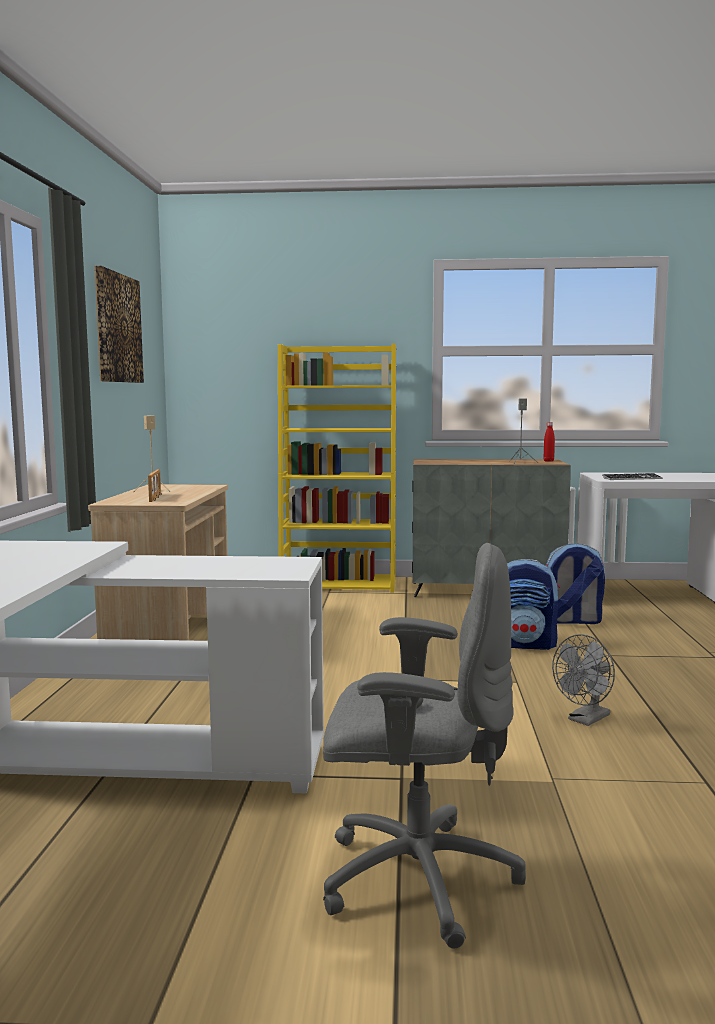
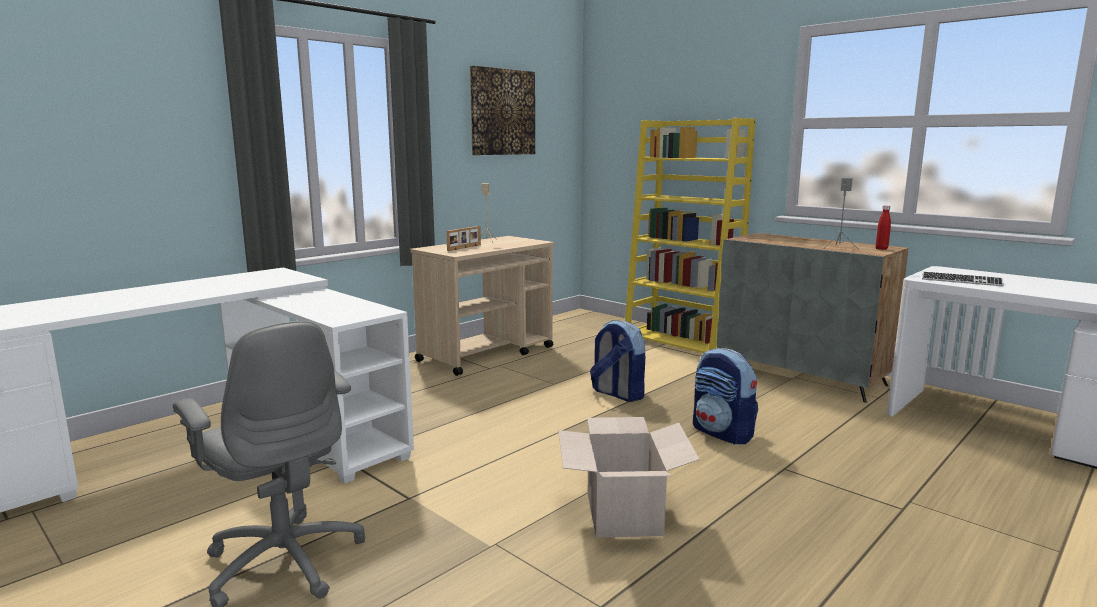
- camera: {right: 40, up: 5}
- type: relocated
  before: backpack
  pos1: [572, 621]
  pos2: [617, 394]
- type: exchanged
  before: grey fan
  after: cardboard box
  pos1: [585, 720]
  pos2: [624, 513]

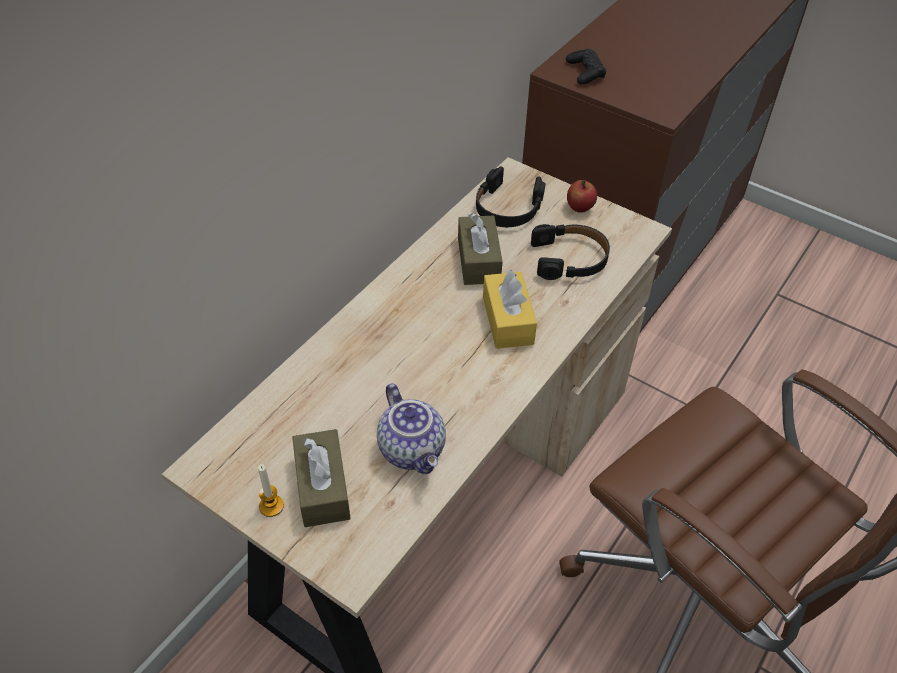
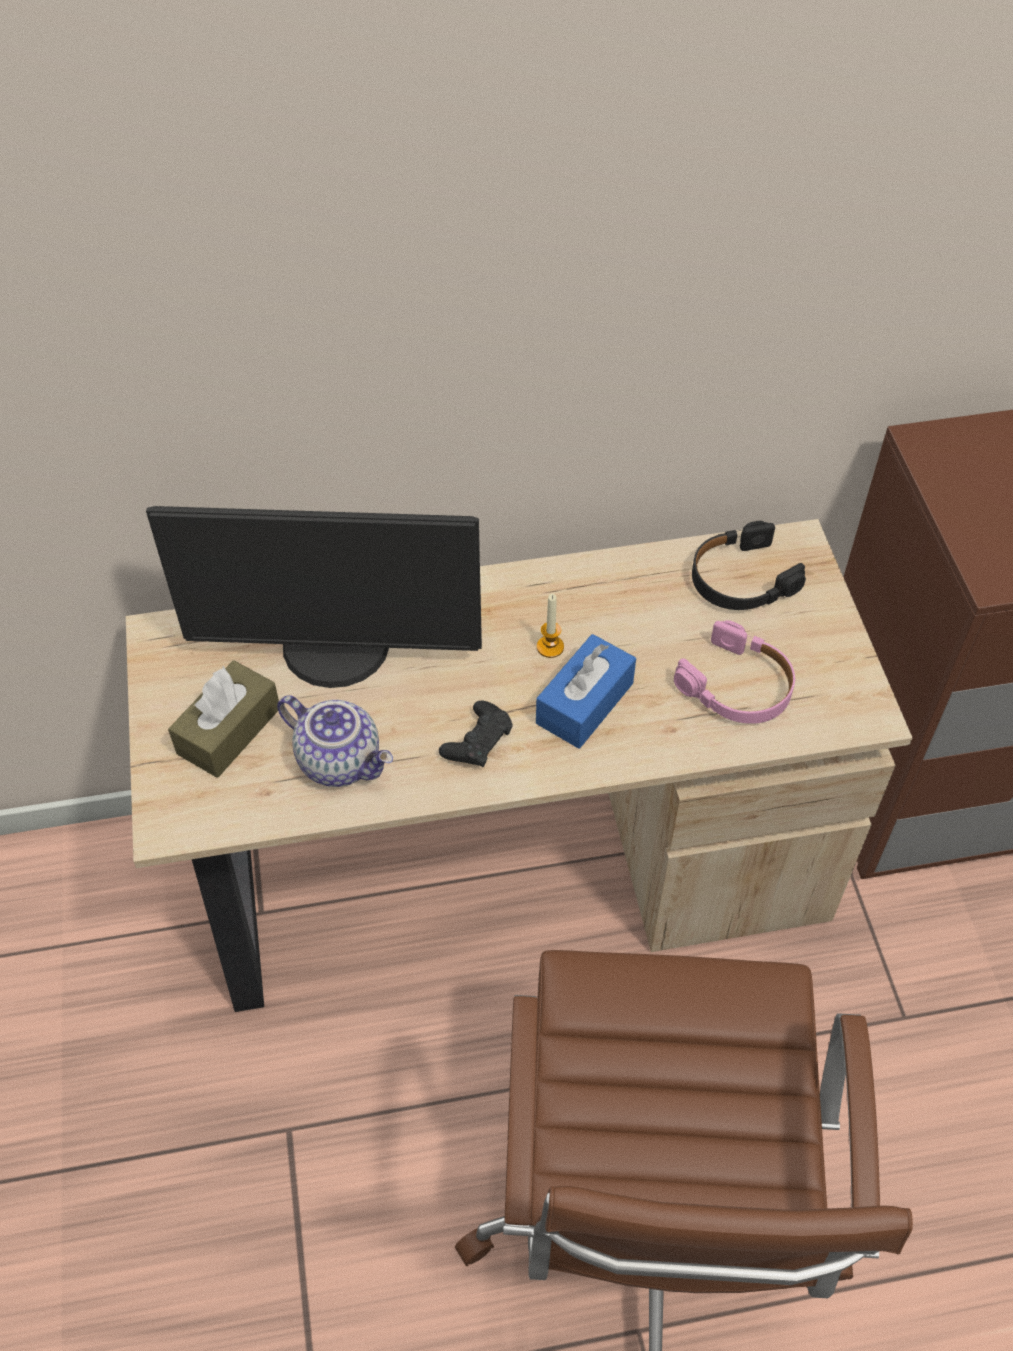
- camera: {right: 45, up: 5}
- type: relocated
  before: candle
  pos1: [271, 506]
  pos2: [550, 647]
- type: spun
  before: teapot
  pos1: [413, 449]
  pos2: [341, 760]
  turn: -75
- type: missing
  before: brown tissue box
  pos1: [478, 260]
- type: colour
  before: yellow tissue box
  after: blue tissue box
  pos1: [507, 320]
  pos2: [584, 703]
- type: colour
  before: black headphones
  after: pink headphones
  pos1: [570, 259]
  pos2: [737, 686]
- type: relocated
  before: black game controller
  pos1: [585, 72]
  pos2: [477, 741]
- type: missing
  before: apple
  pos1: [580, 208]
- type: appeared
  after: monitor
  pos2: [335, 650]

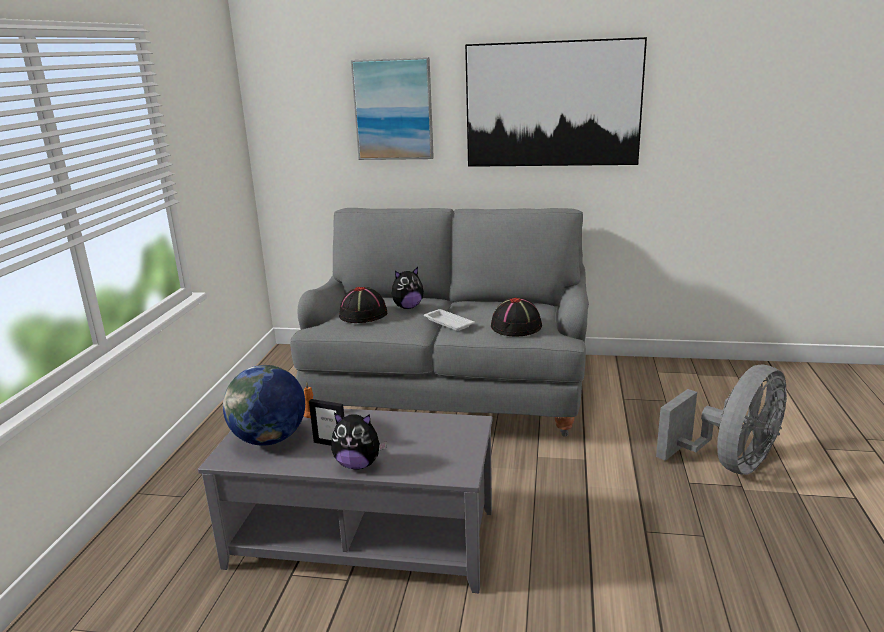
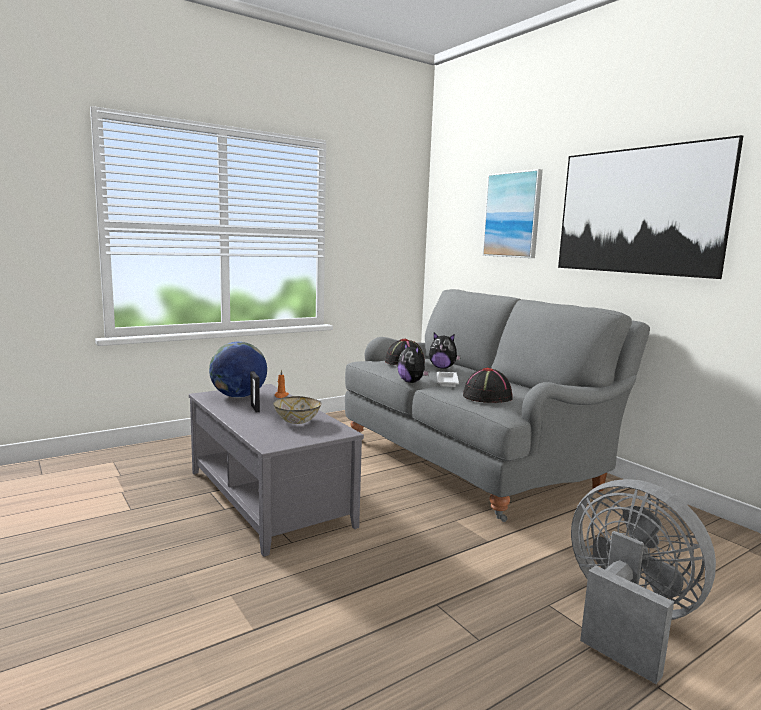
- camera: {right: 45, up: -10}
- type: relocated
  before: plush toy
  pos1: [358, 464]
  pos2: [412, 382]
- type: spun
  before: grey fan
  pos1: [729, 463]
  pos2: [626, 619]
  turn: -135
- type: appeared
  after: bowl
  pos2: [297, 422]

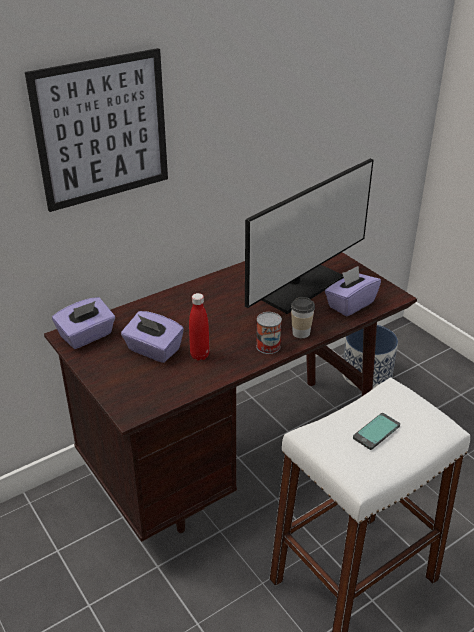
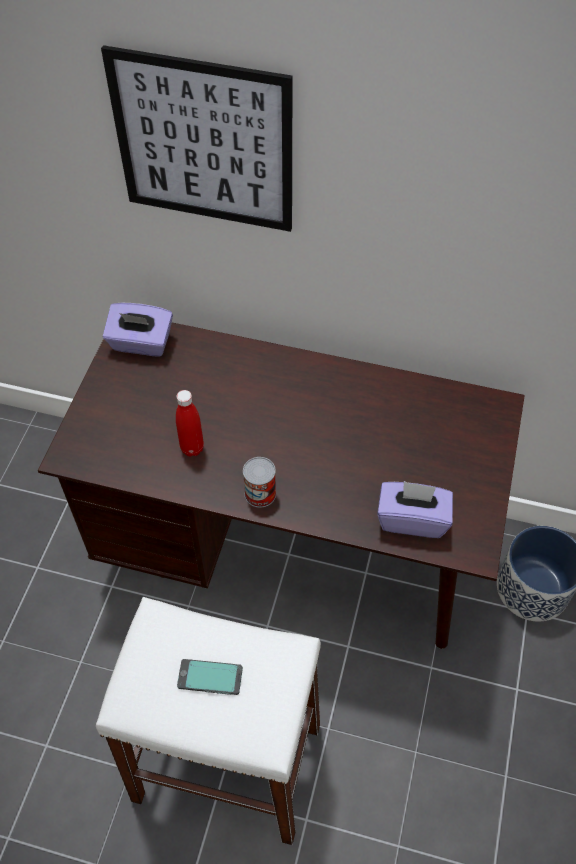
- camera: {right: 50, up: 20}
- type: missing
  before: purple tissue box
  pos1: [153, 350]
- type: missing
  before: monitor
  pos1: [300, 287]
- type: missing
  before: cup
  pos1: [301, 333]

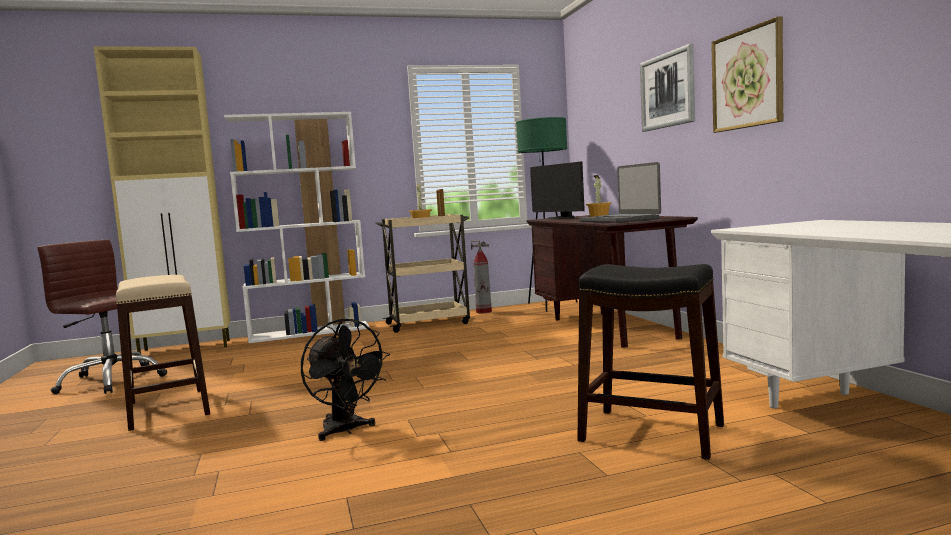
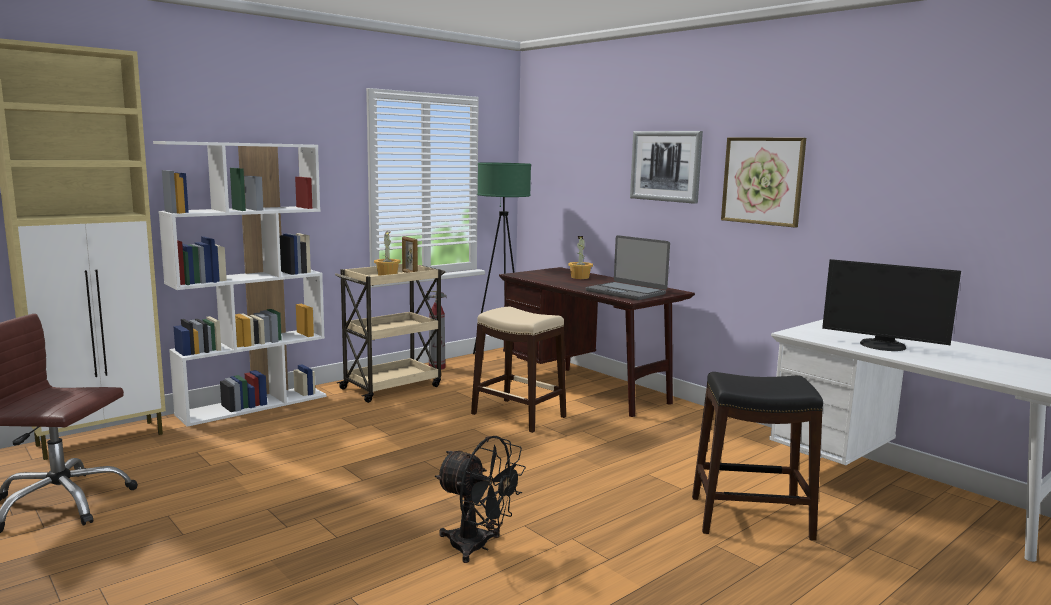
- camera: {right: -25, up: 5}
- type: relocated
  before: beige stool
  pos1: [167, 409]
  pos2: [518, 415]
- type: relocated
  before: monitor
  pos1: [559, 218]
  pos2: [882, 346]

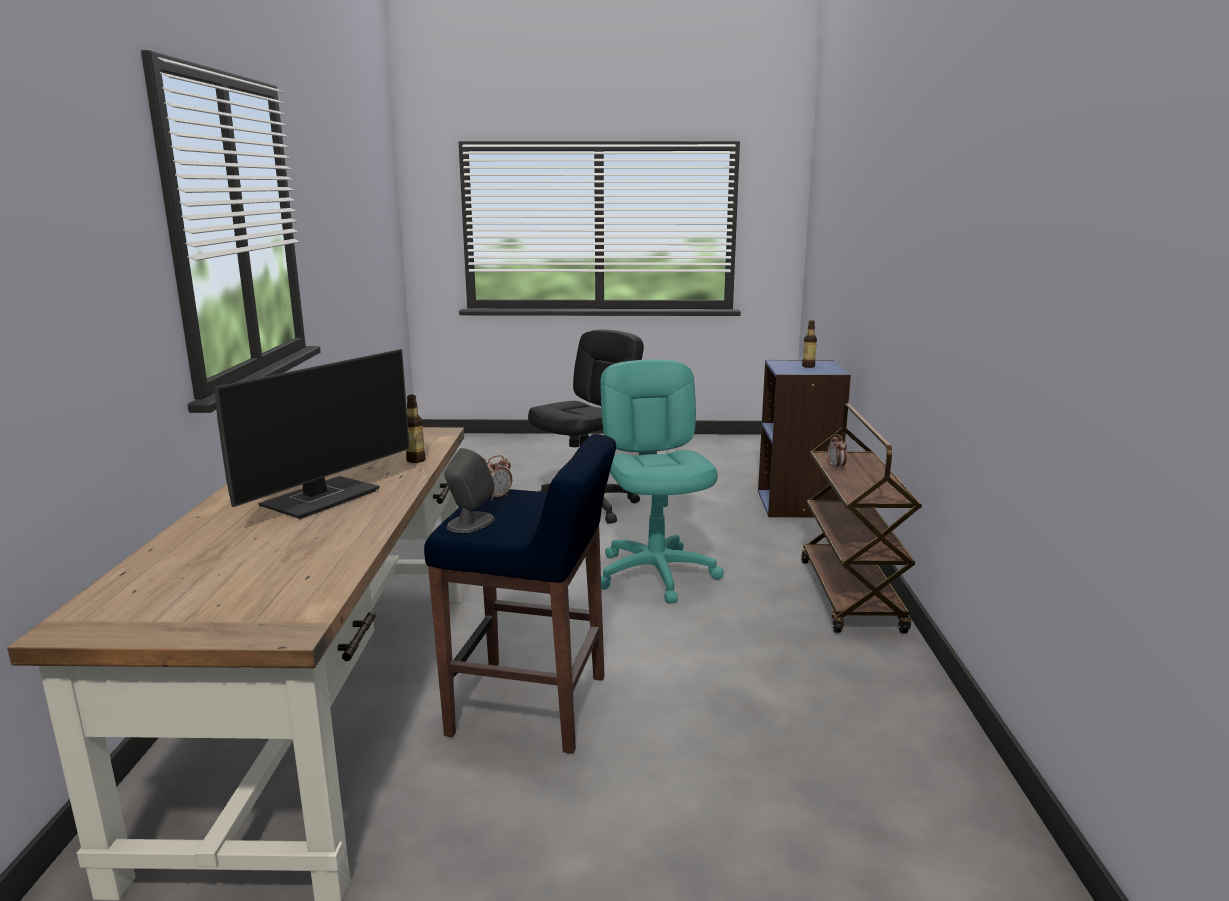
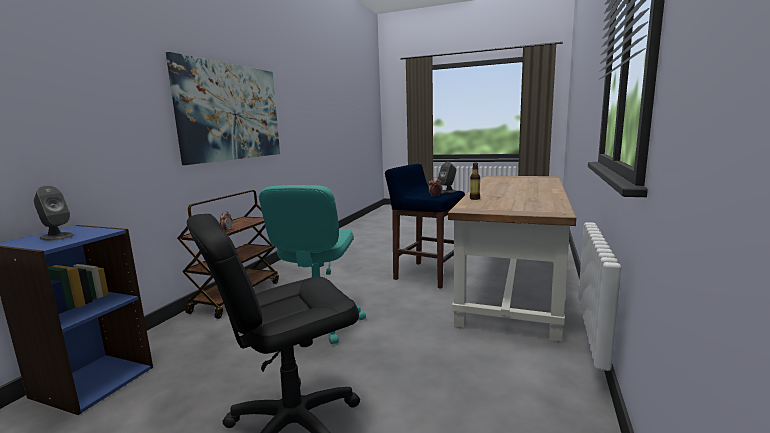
- camera: {right: -160, up: -5}
- type: missing
  before: monitor
  pos1: [322, 498]
- type: exchanged
  before: bottle
  after: grey speaker
  pos1: [808, 366]
  pos2: [56, 236]
- type: appeared
  after: picture
  pos2: [231, 112]

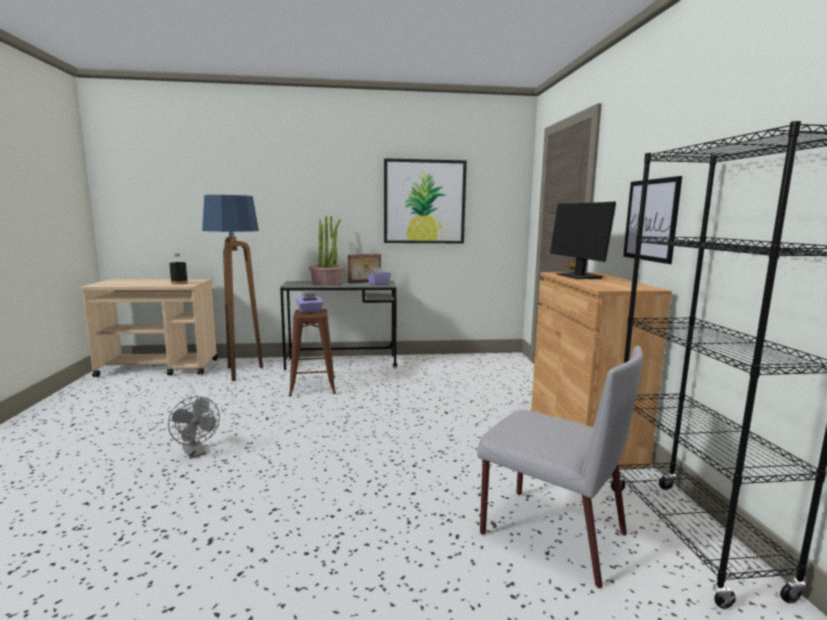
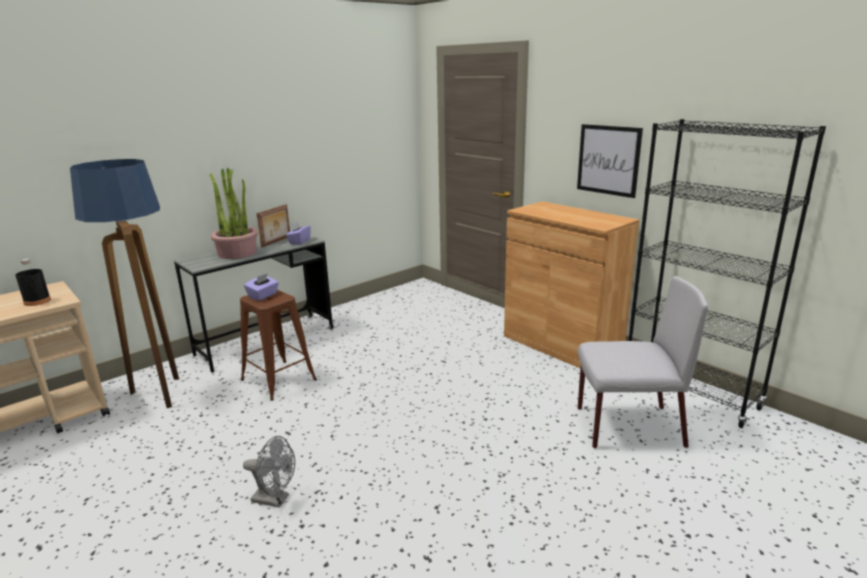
- camera: {right: -35, up: 10}
- type: missing
  before: picture
  pos1: [424, 202]
- type: missing
  before: monitor
  pos1: [579, 276]

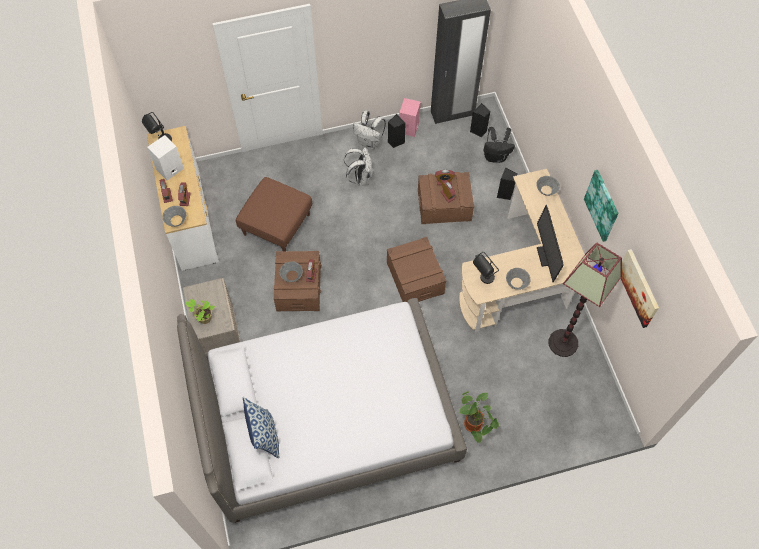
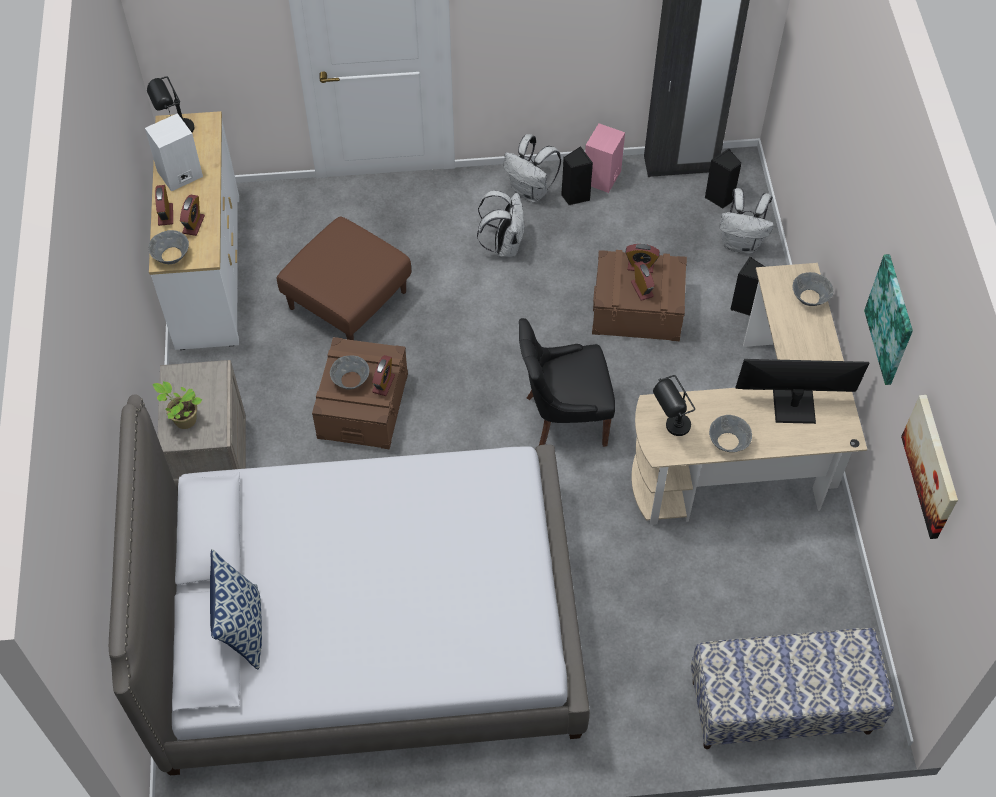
- camera: {right: 10, up: -5}
- type: exchanged
  before: brown storage box
  after: black chair
  pos1: [415, 278]
  pos2: [563, 419]
- type: missing
  before: potted plant
  pos1: [475, 425]
- type: colour
  before: black backpack
  after: white backpack
  pos1: [495, 157]
  pos2: [741, 243]
- type: spun
  before: monitor
  pos1: [549, 255]
  pos2: [794, 405]
  turn: 90
- type: missing
  before: floor lamp
  pos1: [563, 343]
- type: appeared
  after: bench
  pos2: [780, 707]

